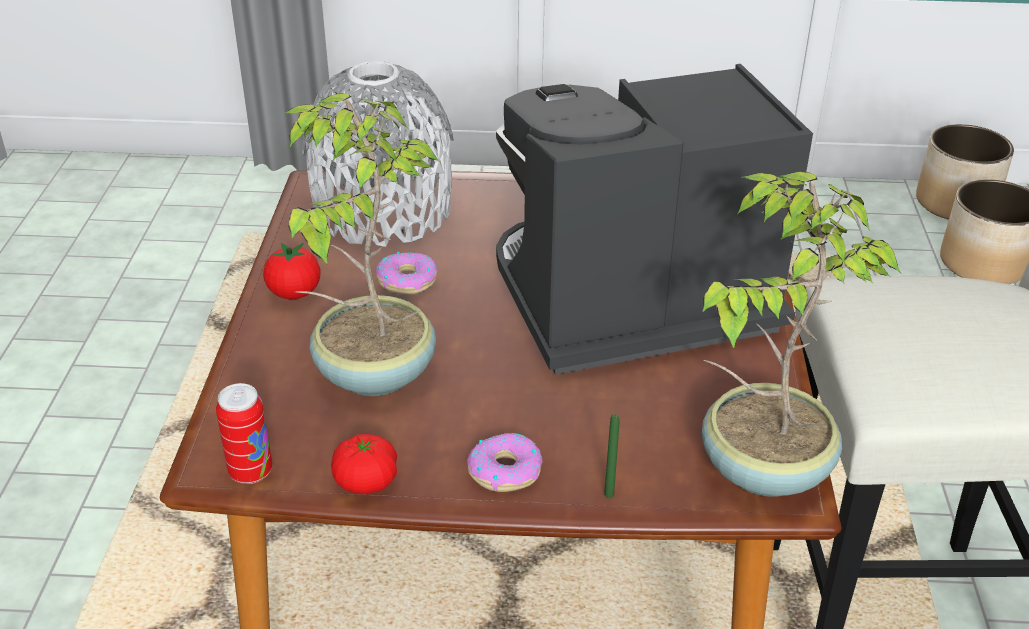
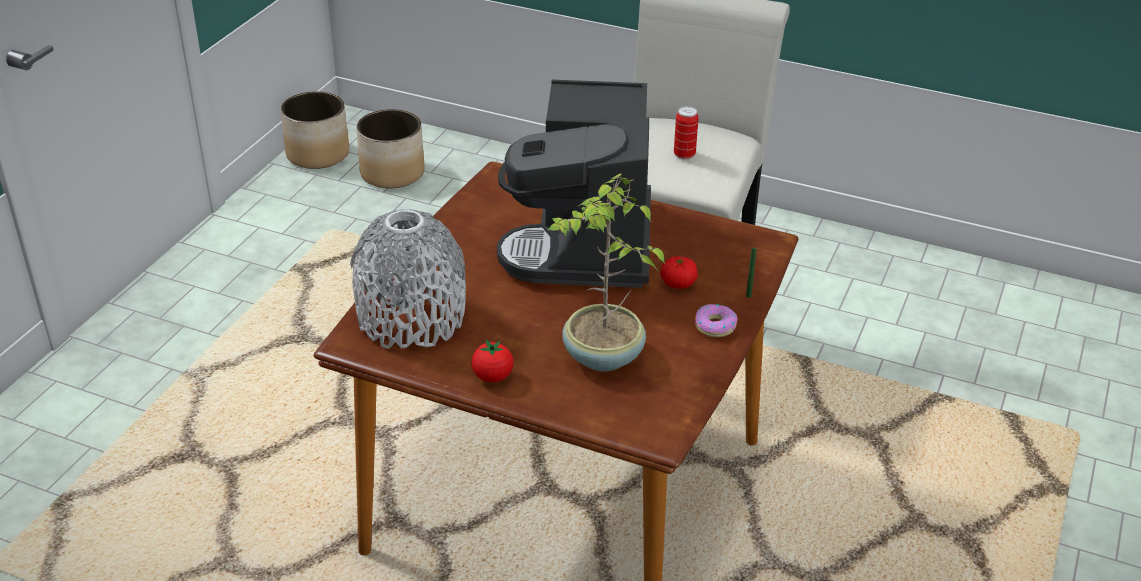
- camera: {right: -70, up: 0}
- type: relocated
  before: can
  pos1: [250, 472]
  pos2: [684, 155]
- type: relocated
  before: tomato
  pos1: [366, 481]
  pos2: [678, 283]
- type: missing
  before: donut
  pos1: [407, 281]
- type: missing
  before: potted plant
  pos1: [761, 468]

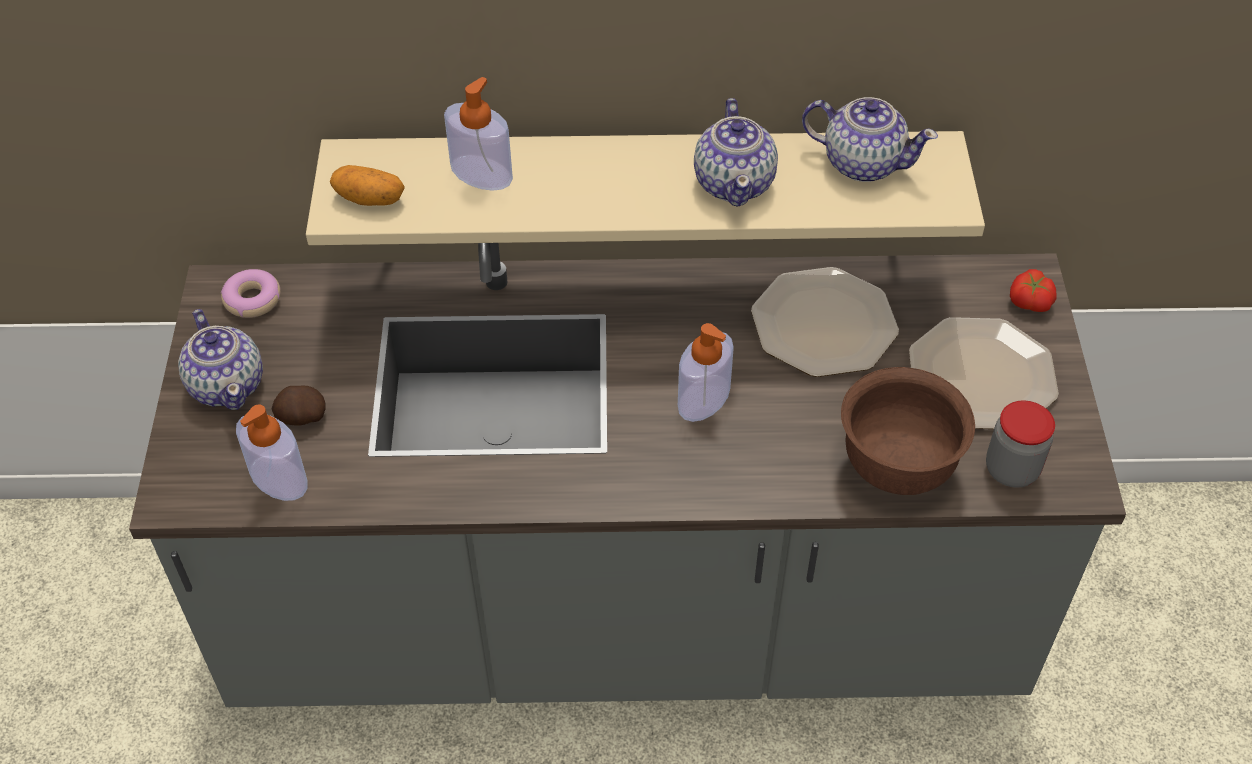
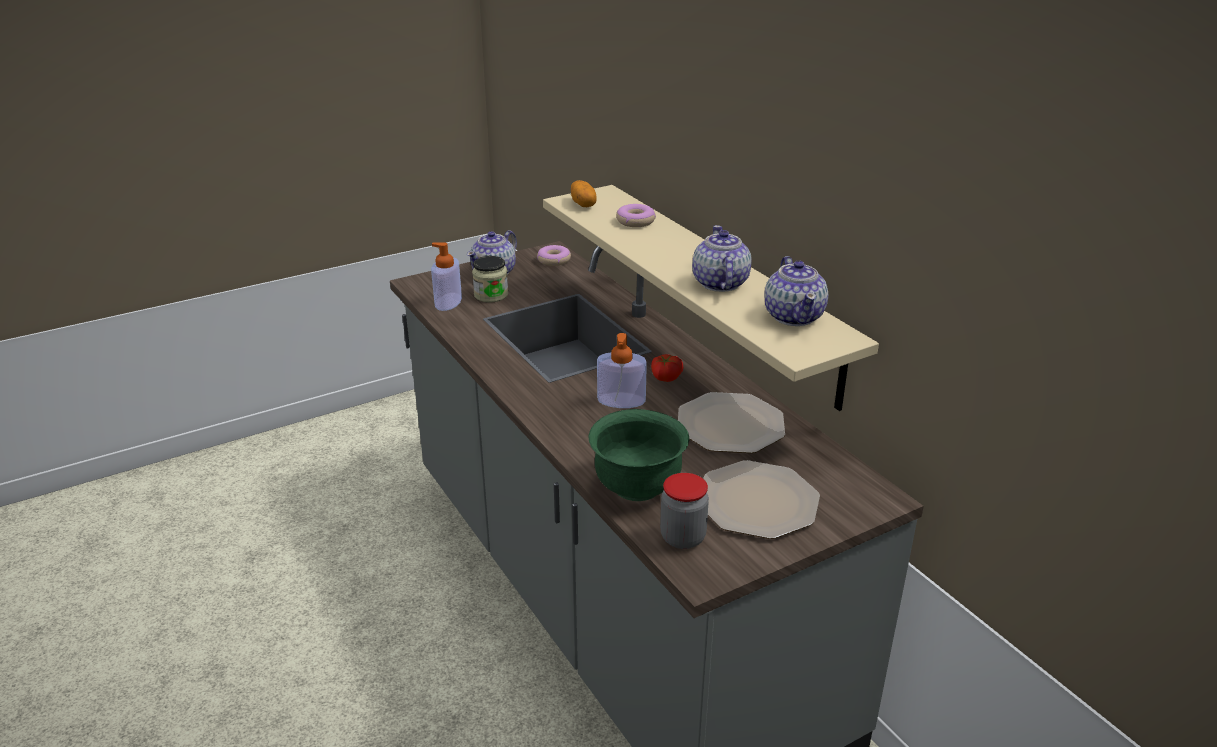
- camera: {right: 60, up: -20}
- type: exchanged
  before: potato
  after: jar
  pos1: [301, 418]
  pos2: [491, 295]
- type: exchanged
  before: soap dispenser
  after: donut
  pos1: [481, 173]
  pos2: [635, 221]
- type: spun
  before: teapot
  pos1: [735, 183]
  pos2: [719, 284]
  turn: 120
- type: colour
  before: brown bowl
  after: green bowl
  pos1: [897, 466]
  pos2: [638, 487]
- type: relocated
  before: tomato
  pos1: [1028, 302]
  pos2: [665, 377]

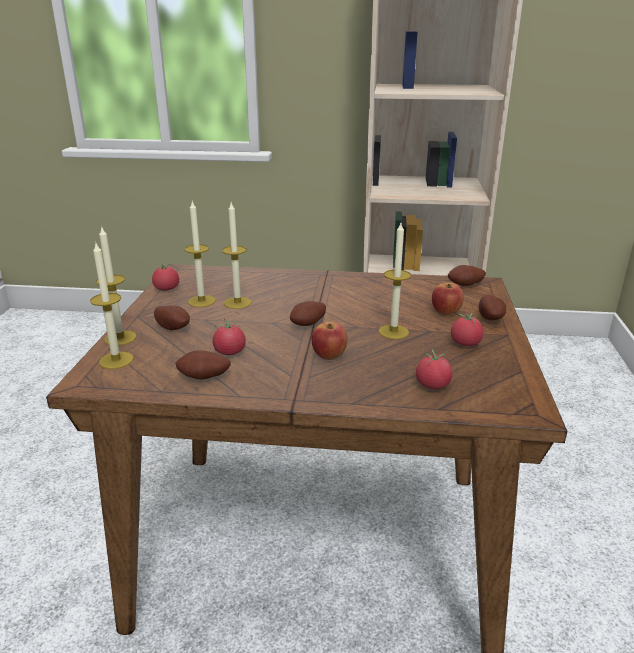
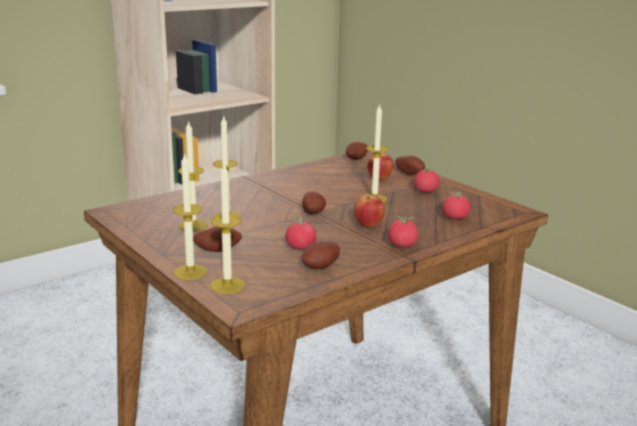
- camera: {right: -45, up: -5}
- type: relocated
  before: tomato
  pos1: [166, 289]
  pos2: [402, 245]

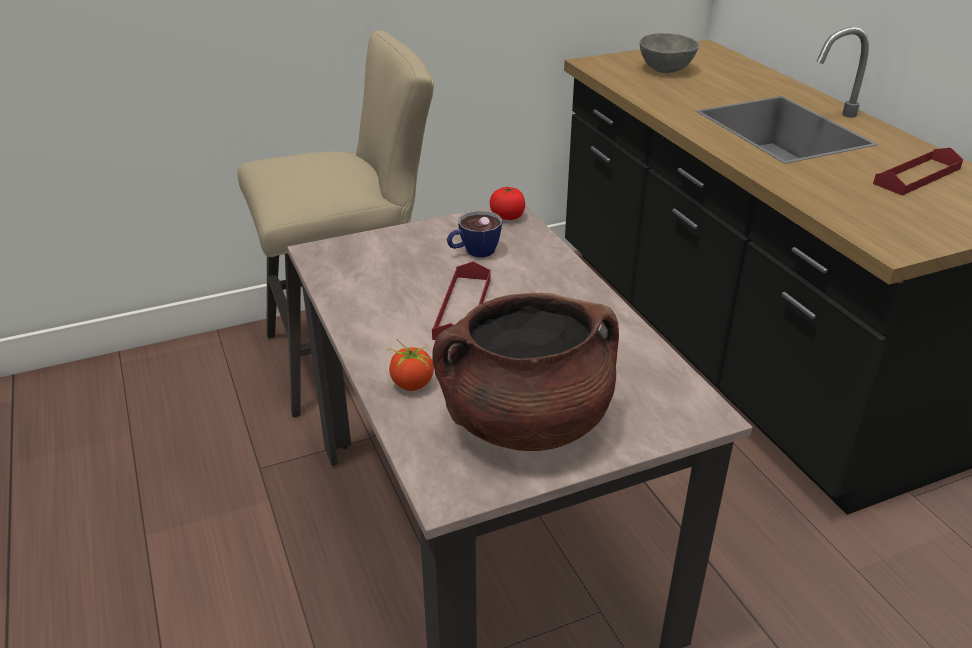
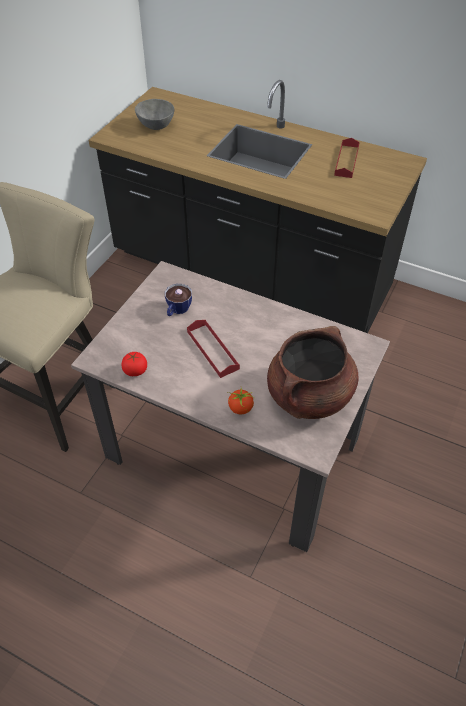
- camera: {right: -40, up: 15}
- type: relocated
  before: tomato
  pos1: [507, 216]
  pos2: [135, 371]

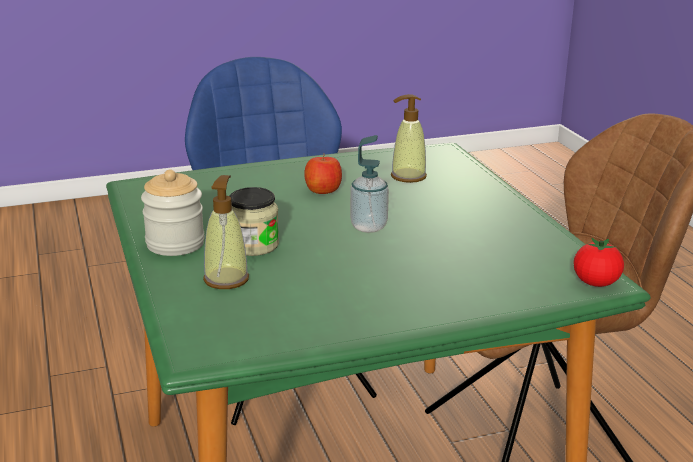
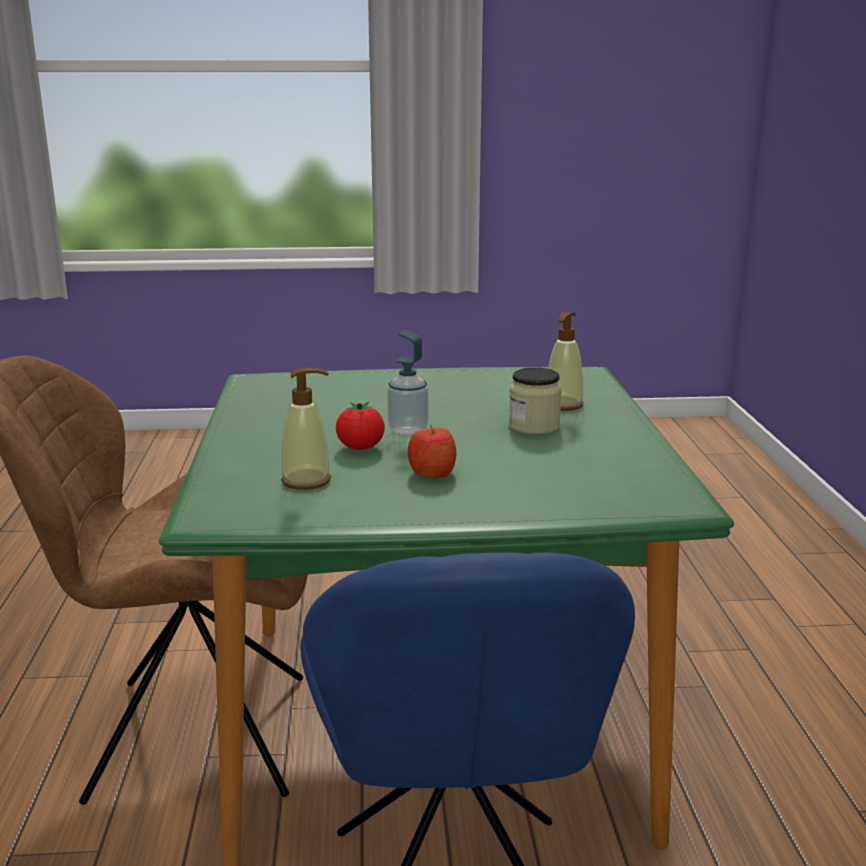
- camera: {right: -165, up: -5}
- type: missing
  before: jar
  pos1: [175, 244]
- type: relocated
  before: tomato
  pos1: [595, 283]
  pos2: [360, 447]

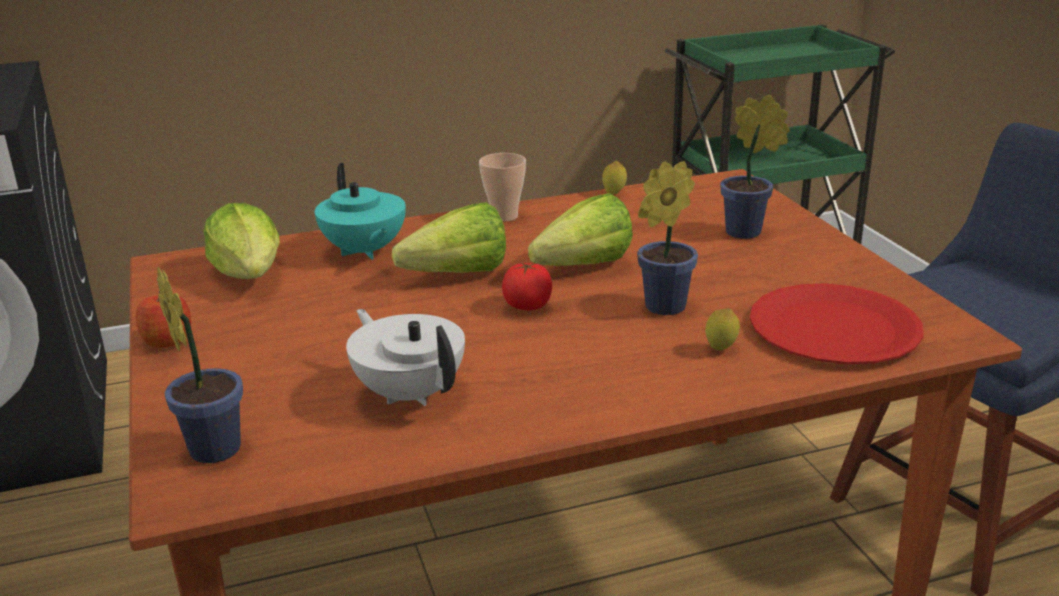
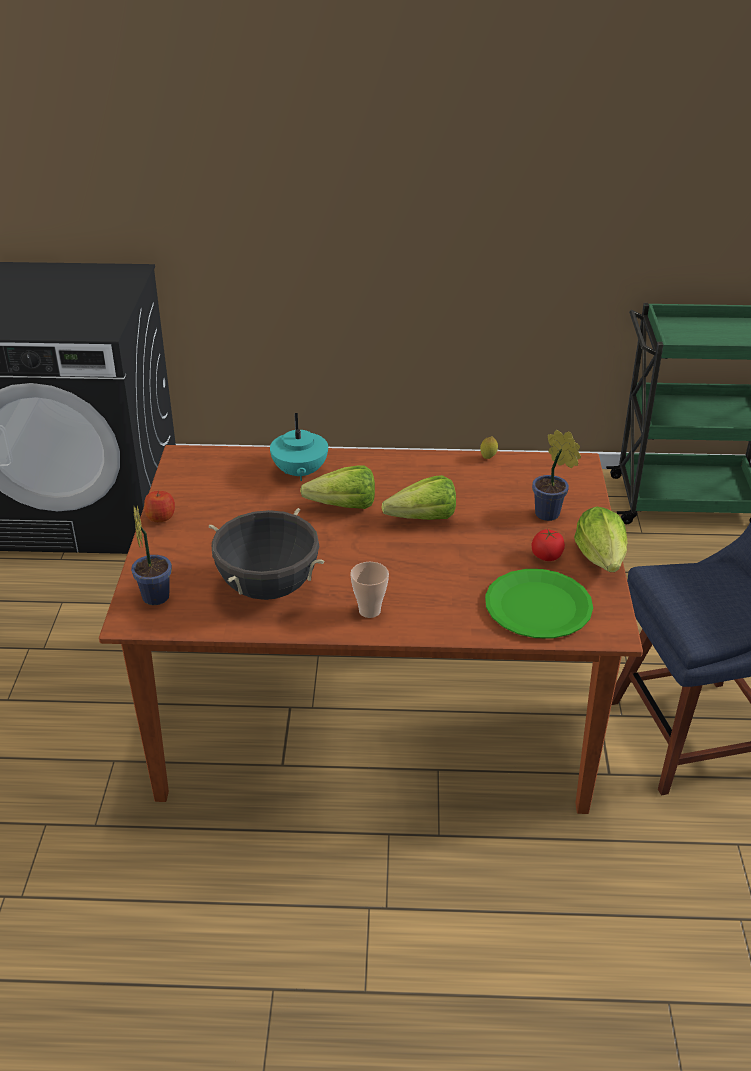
- camera: {right: 20, up: 10}
- type: relocated
  before: lettuce
  pos1: [250, 274]
  pos2: [601, 558]
- type: exchanged
  before: white teapot
  after: black cooking pot
  pos1: [410, 393]
  pos2: [268, 587]
- type: relocated
  before: cup
  pos1: [504, 216]
  pos2: [369, 611]
- type: relocated
  before: tomato
  pos1: [527, 306]
  pos2: [546, 556]
- type: missing
  before: potted plant
  pos1: [660, 308]
- type: missing
  before: lemon
  pos1: [721, 350]
- type: colour
  before: red plate
  after: green plate
  pos1: [834, 328]
  pos2: [538, 606]

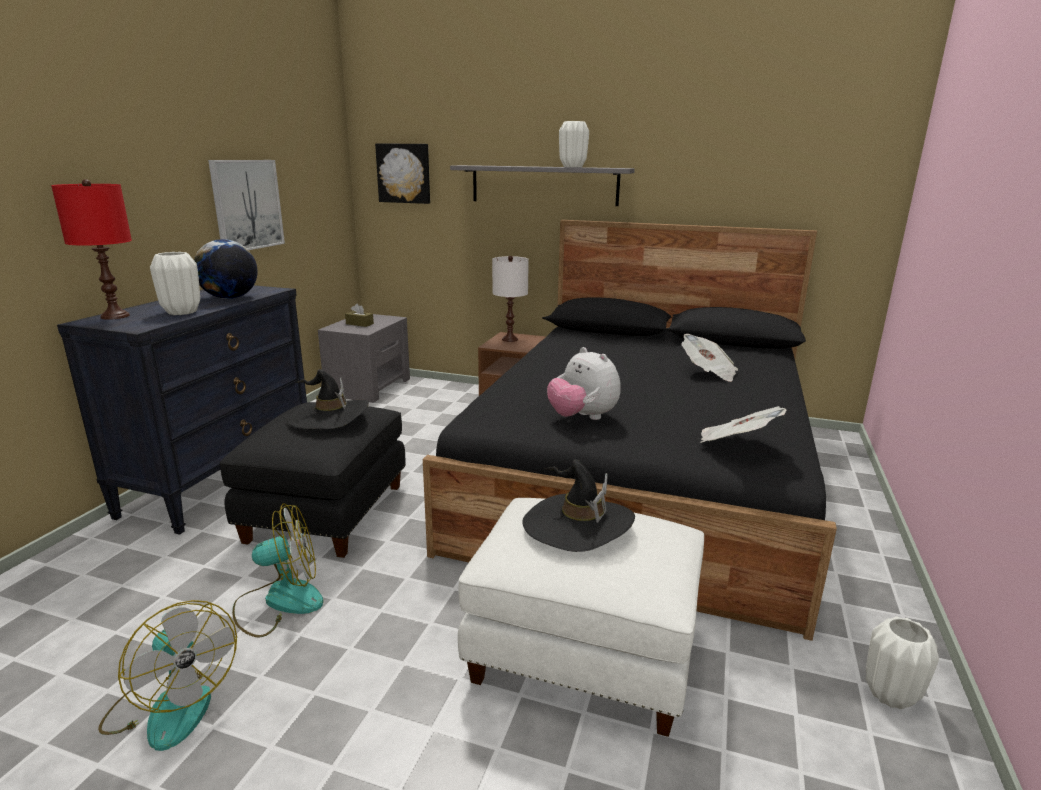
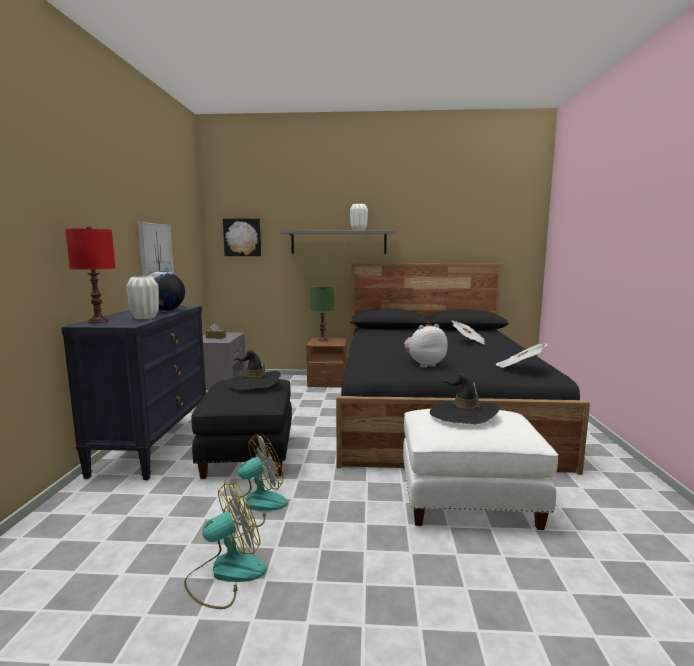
- camera: {right: -15, up: -10}
- type: spun
  before: fan
  pos1: [172, 705]
  pos2: [226, 574]
  turn: -60
- type: colour
  before: white table lamp
  after: green table lamp
  pos1: [510, 339]
  pos2: [322, 340]
- type: spun
  before: plush toy
  pos1: [582, 417]
  pos2: [424, 365]
  turn: 120
- type: missing
  before: white vase
  pos1: [891, 695]

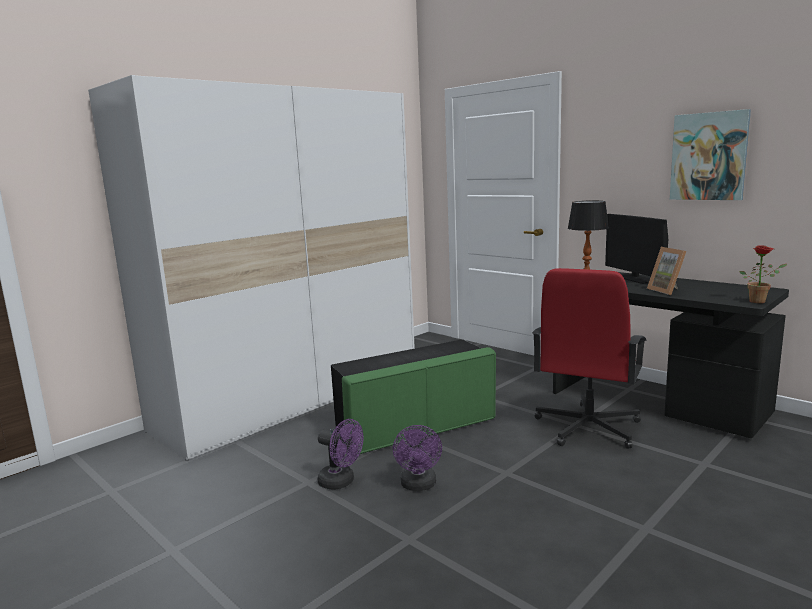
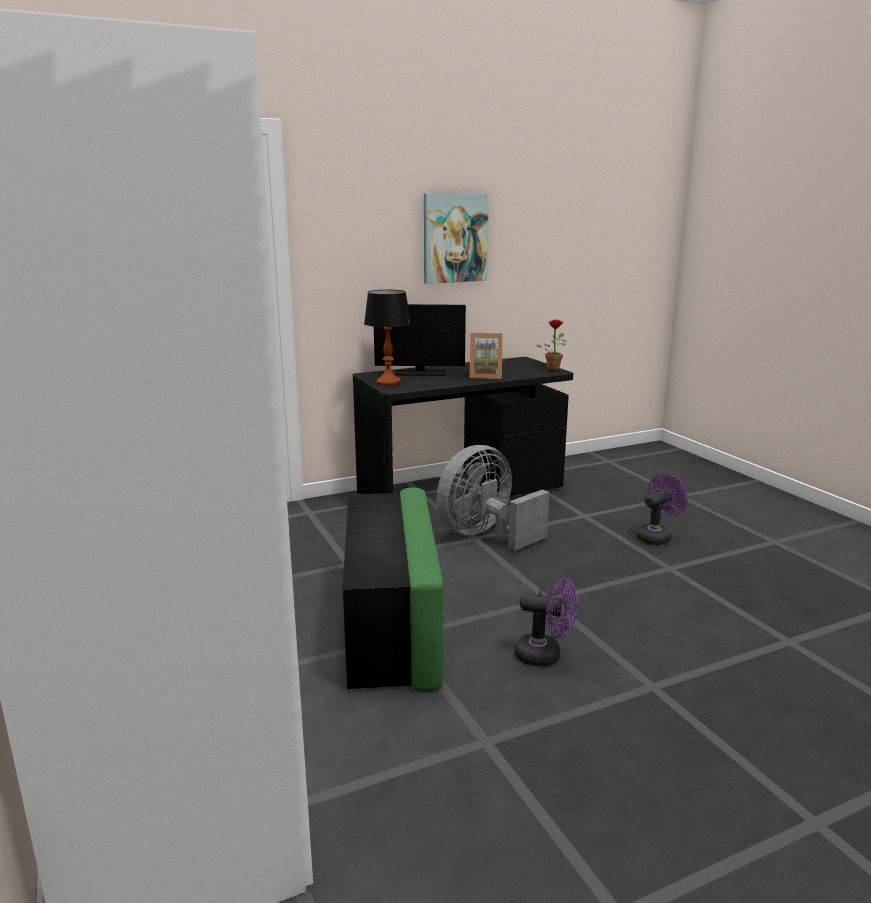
- camera: {right: -70, up: 5}
- type: relocated
  before: purple fan
  pos1: [341, 482]
  pos2: [656, 536]
- type: exchanged
  before: red office chair
  after: grey fan
  pos1: [587, 428]
  pos2: [485, 535]

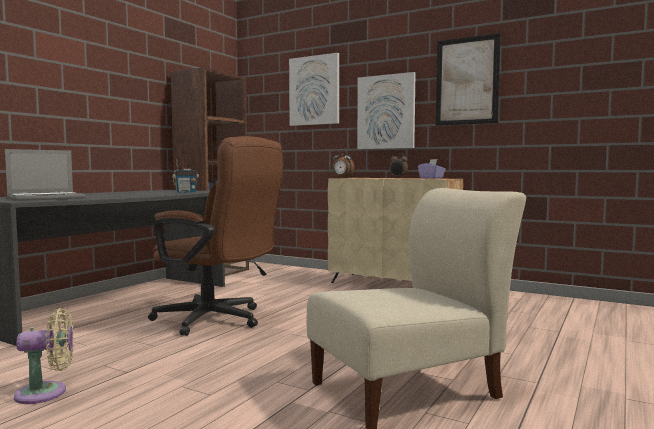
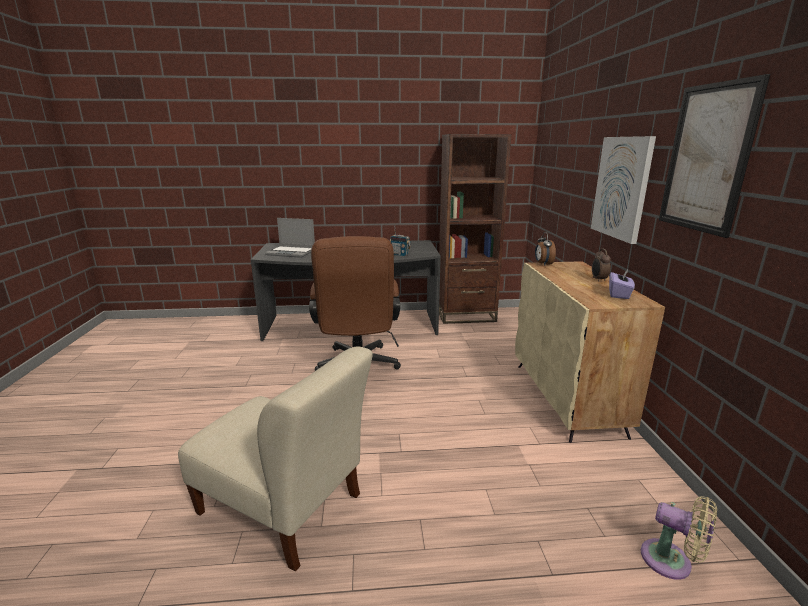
- camera: {right: 55, up: 15}
- type: relocated
  before: beige fan
  pos1: [47, 393]
  pos2: [671, 562]
- type: missing
  before: picture
  pos1: [314, 90]

